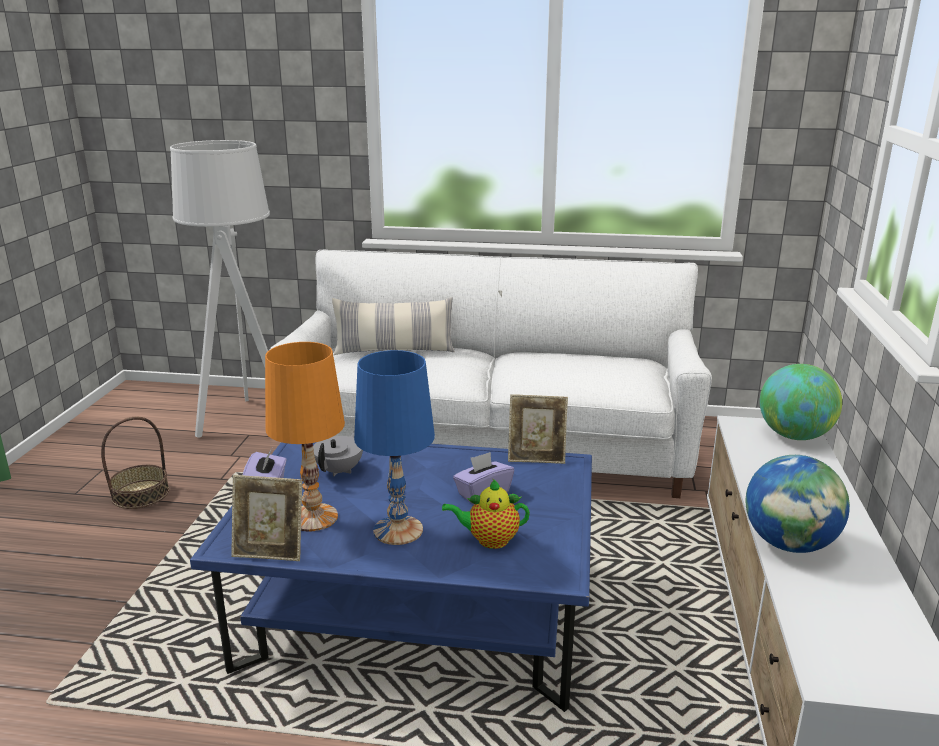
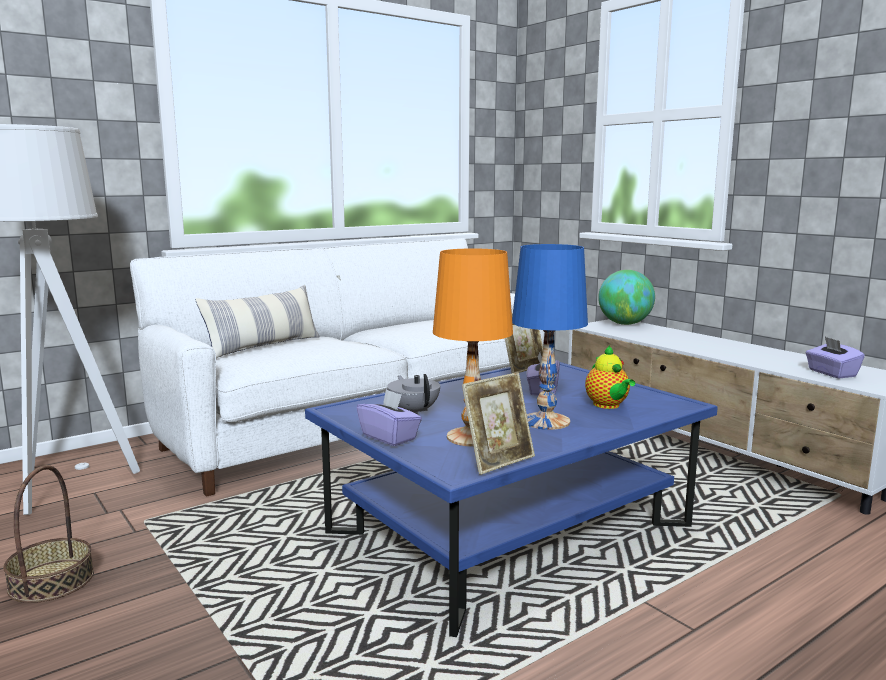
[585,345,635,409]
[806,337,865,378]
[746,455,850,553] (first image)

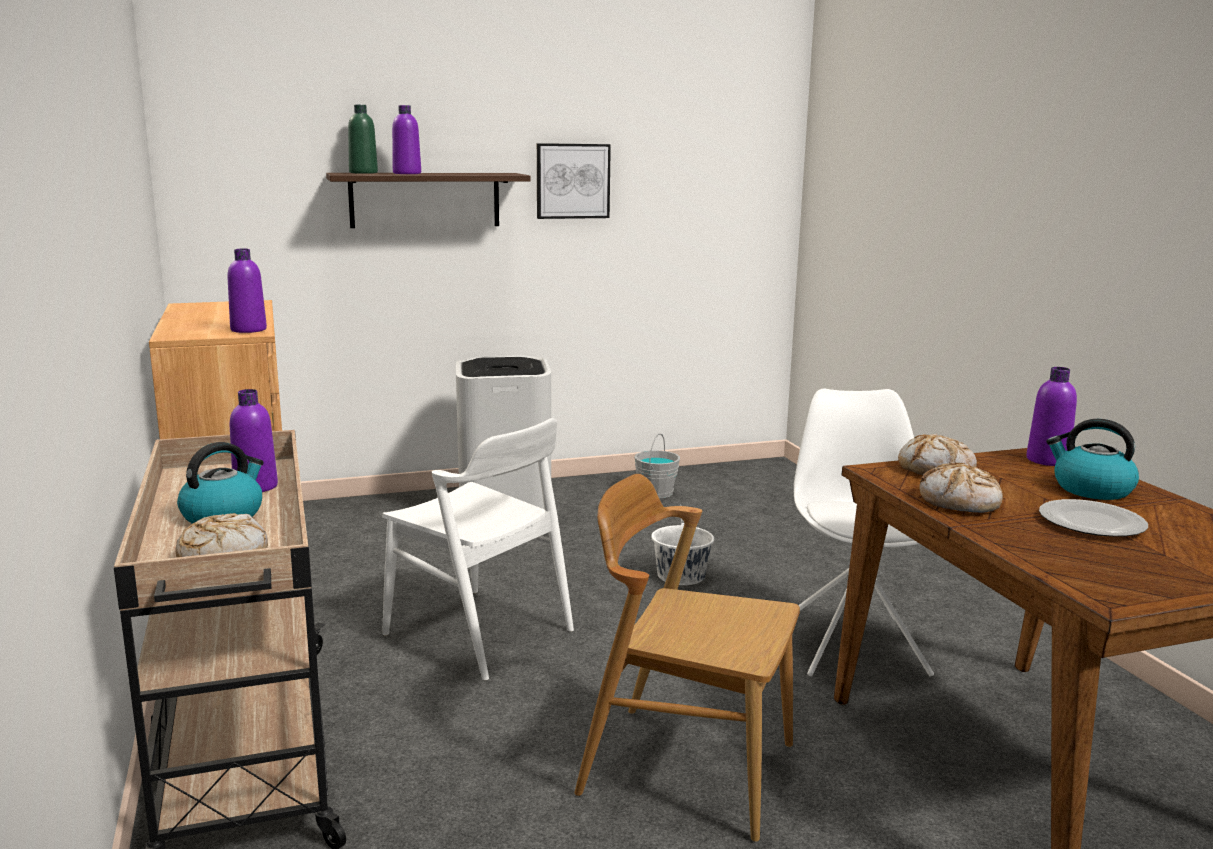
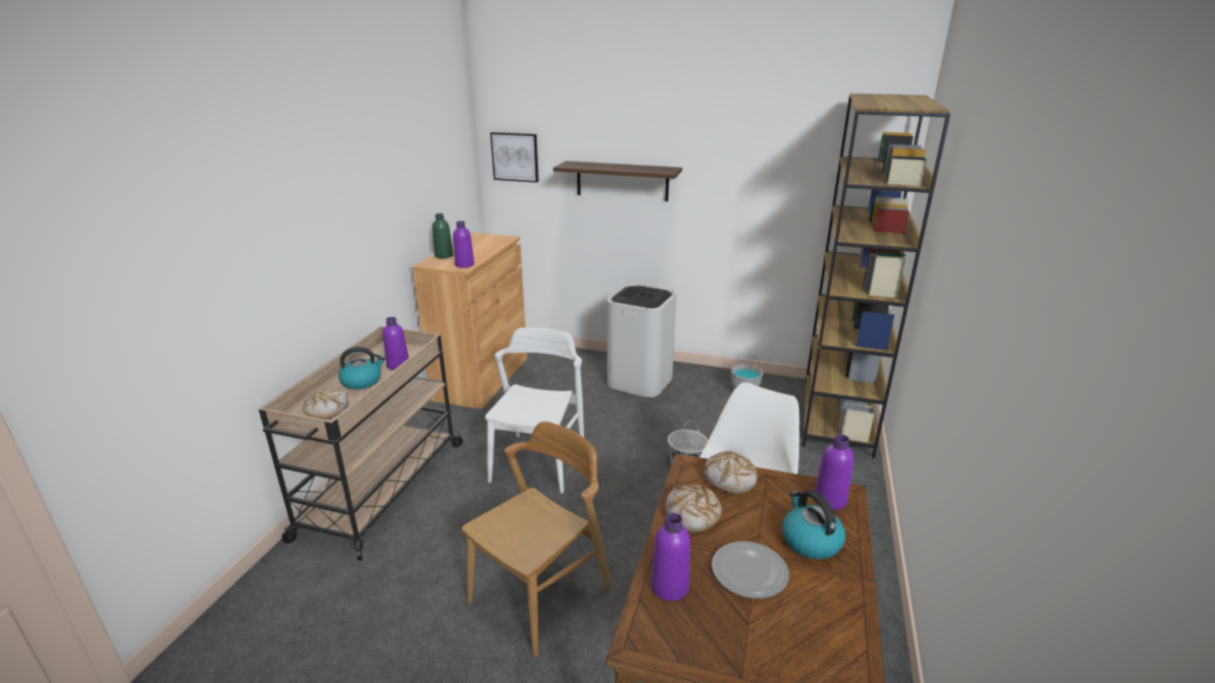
[432,213,453,259]
[462,421,611,657]
[485,327,584,494]
[490,132,539,183]
[651,513,691,601]
[802,93,951,458]

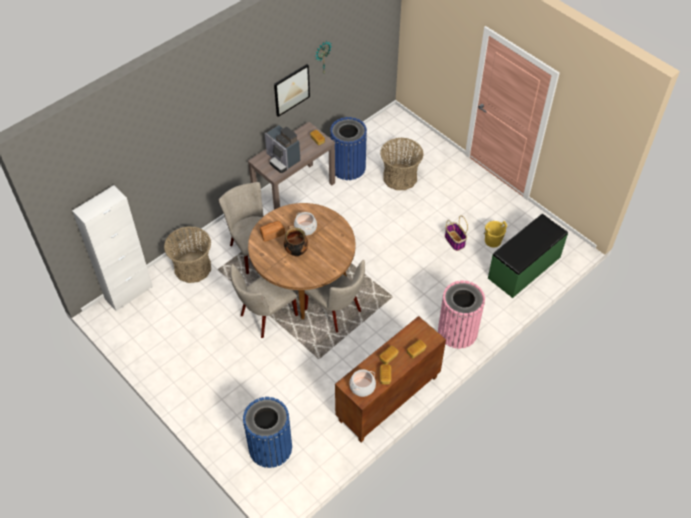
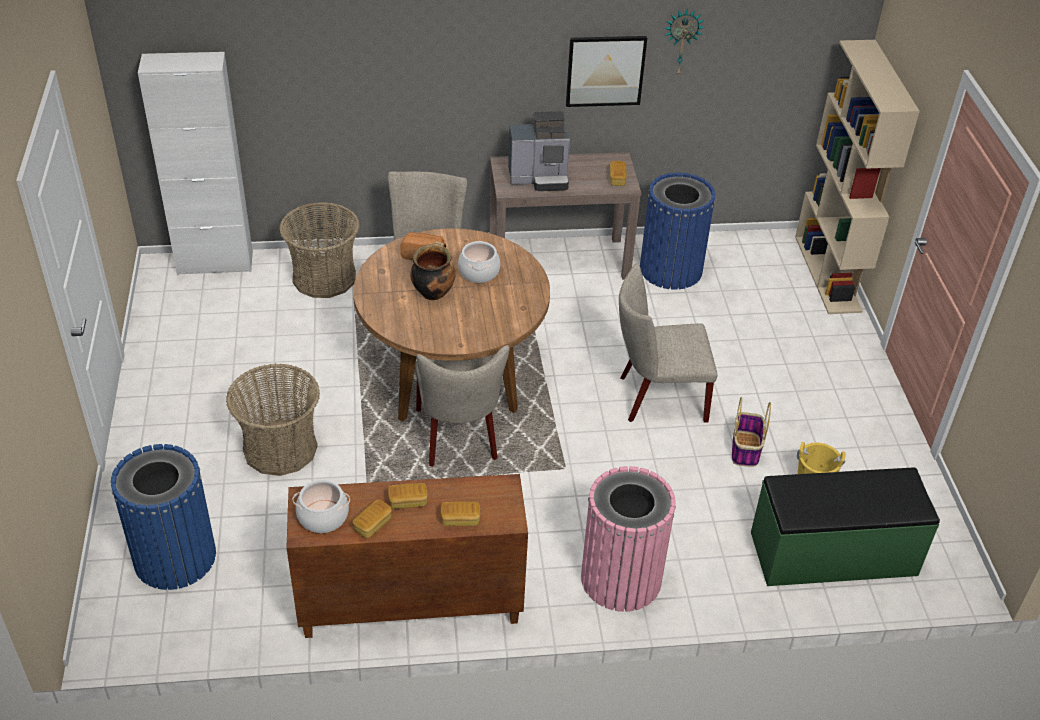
[226,363,320,476]
[508,111,570,191]
[619,263,718,423]
[795,40,920,314]

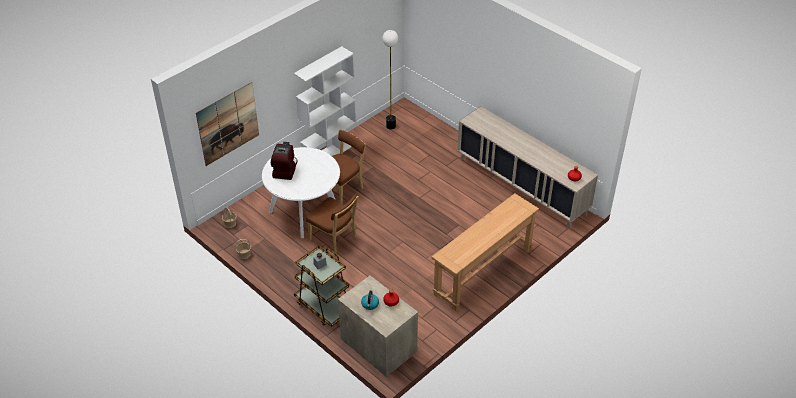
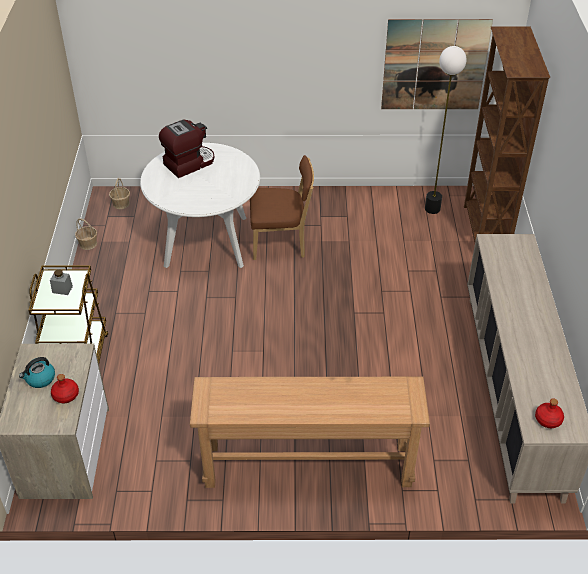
[381,19,493,109]
[464,27,550,242]
[294,46,357,156] (first image)
[306,193,359,255] (first image)

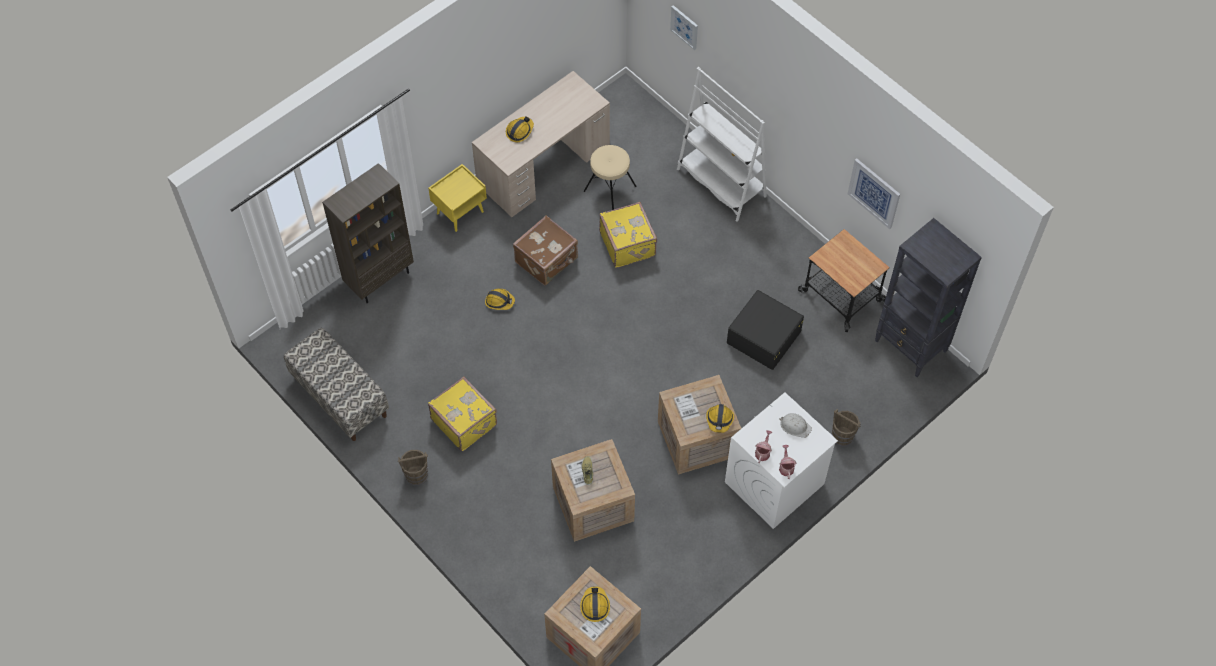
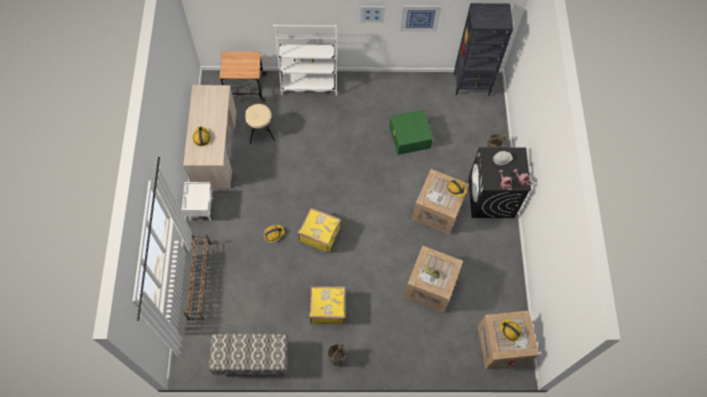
[182,182,213,221]
[184,235,211,321]
[219,52,267,102]
[298,207,341,253]
[360,6,385,23]
[389,110,433,155]
[468,147,531,218]
[513,215,578,286] (first image)

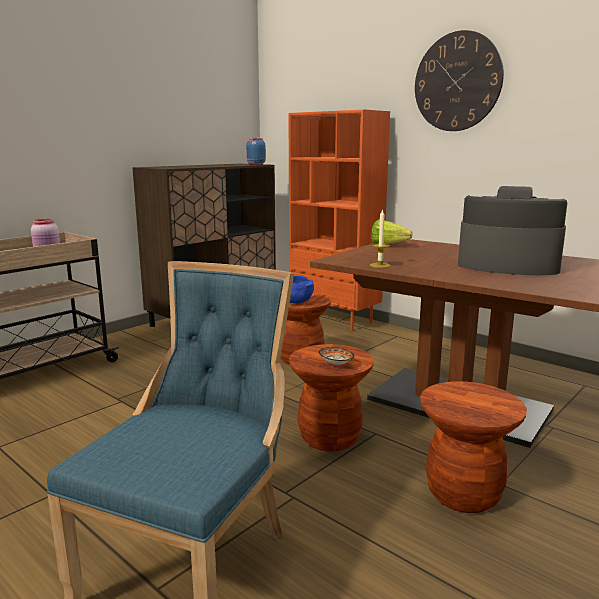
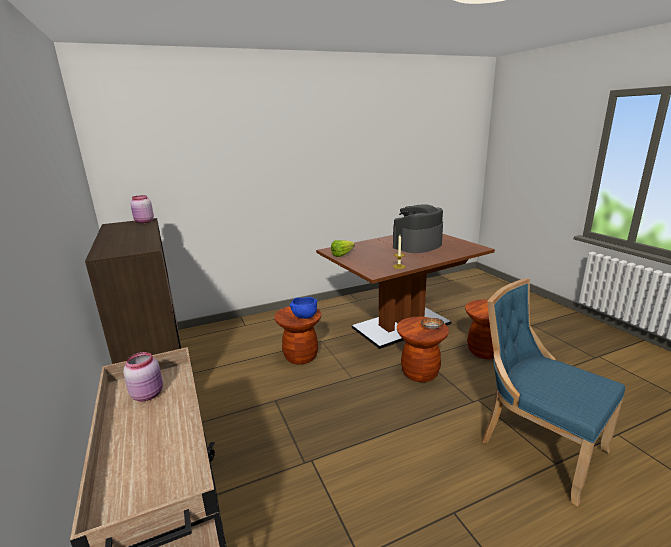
[130,195,154,223]
[288,109,390,331] (first image)
[415,30,504,131] (first image)

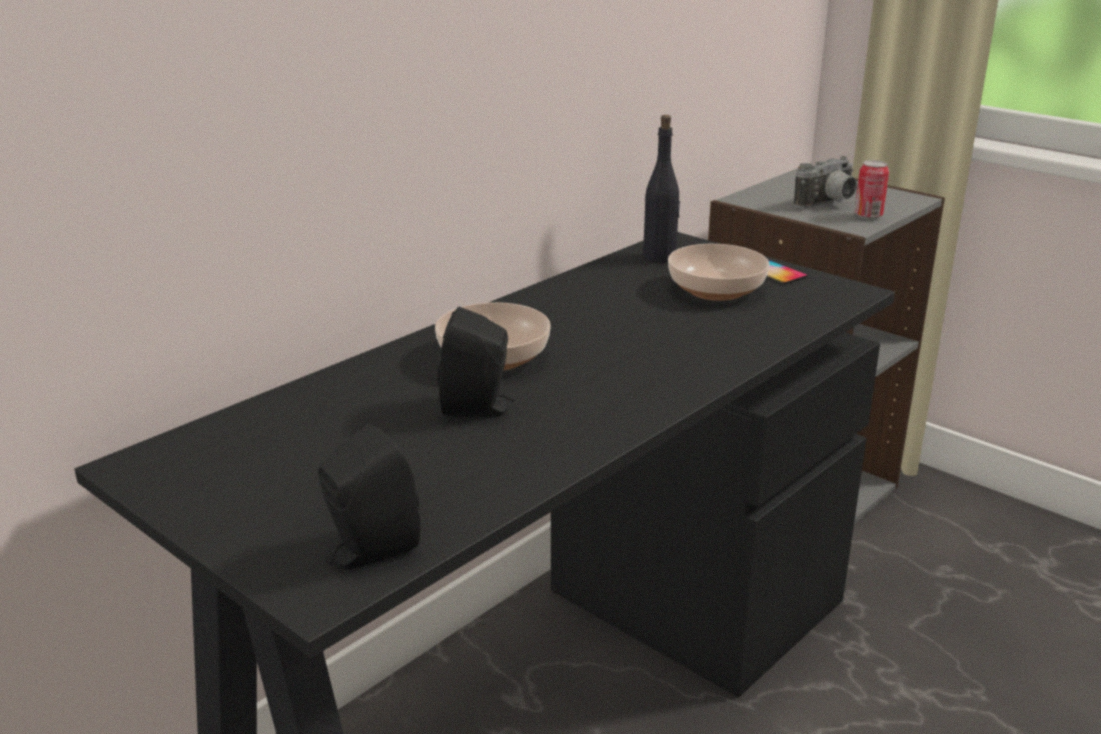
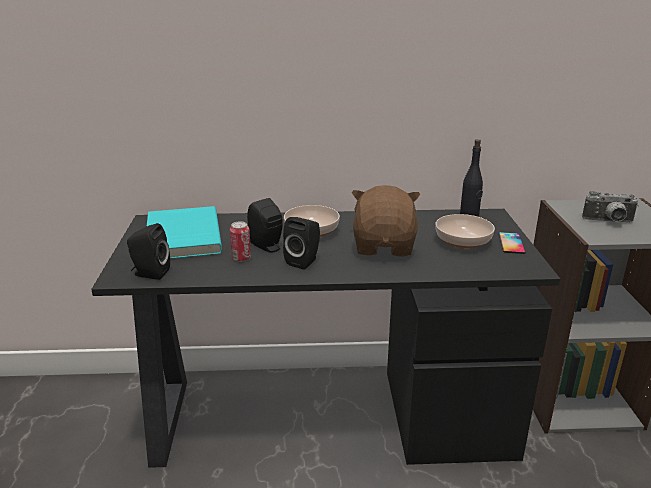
[147,206,222,259]
[230,221,251,262]
[283,217,320,269]
[352,185,420,256]

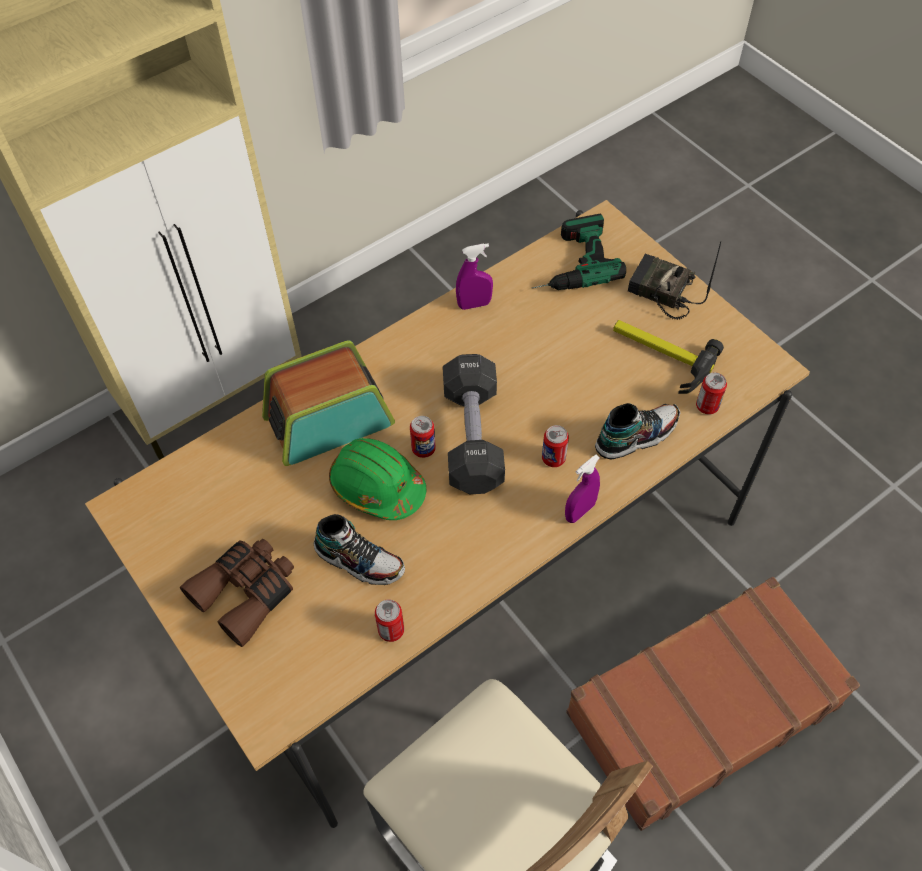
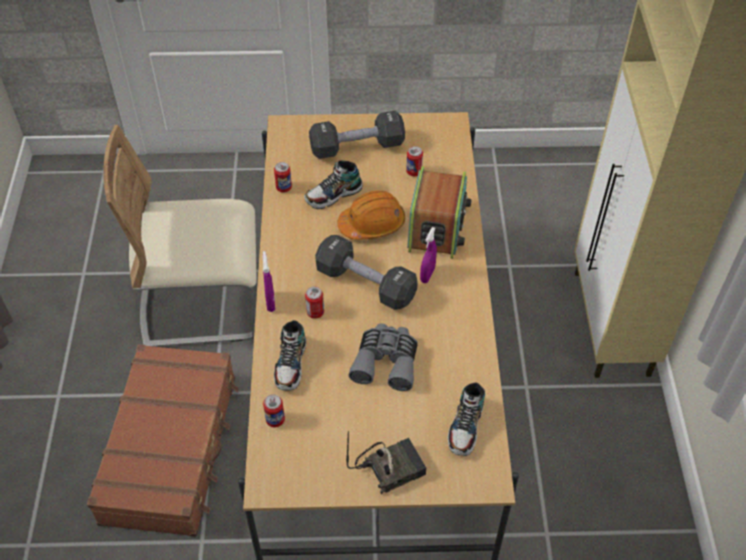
[309,111,405,159]
[337,190,405,240]
[349,323,418,391]
[406,146,423,176]
[420,227,437,283]
[448,382,485,456]
[613,320,724,394] (first image)

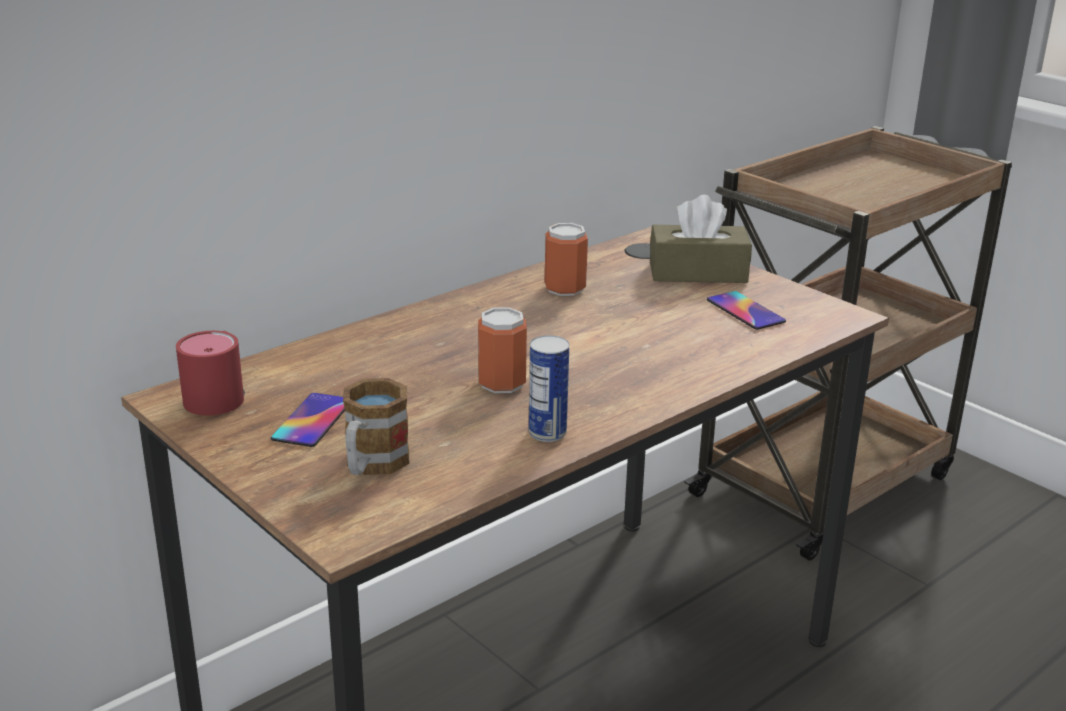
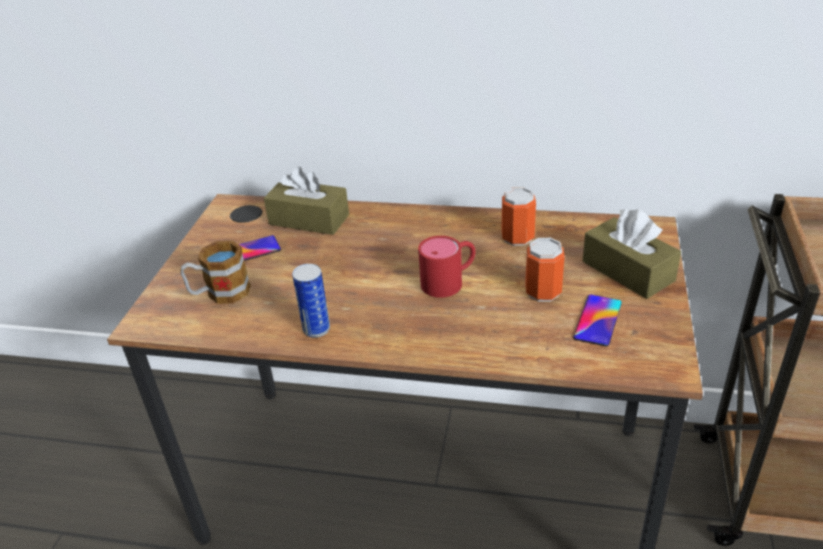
[264,166,349,235]
[418,236,476,298]
[525,238,565,302]

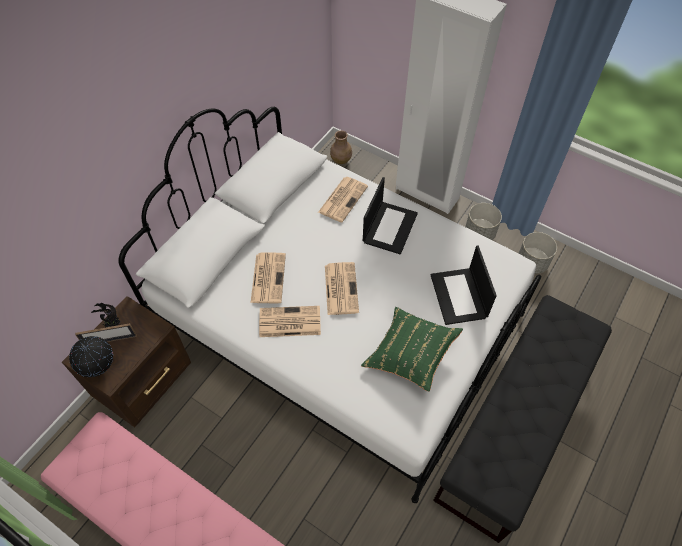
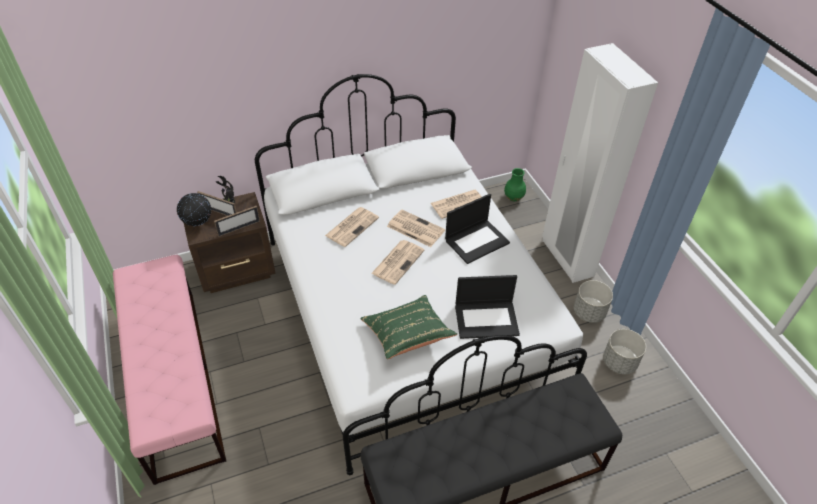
[214,206,260,237]
[387,210,445,247]
[455,275,520,339]
[504,168,526,201]

